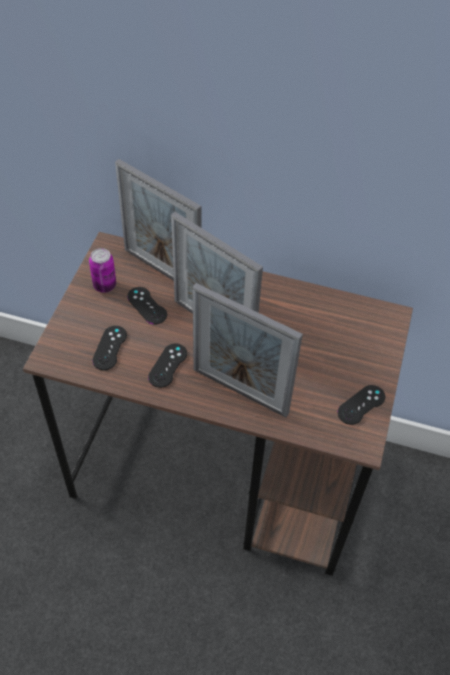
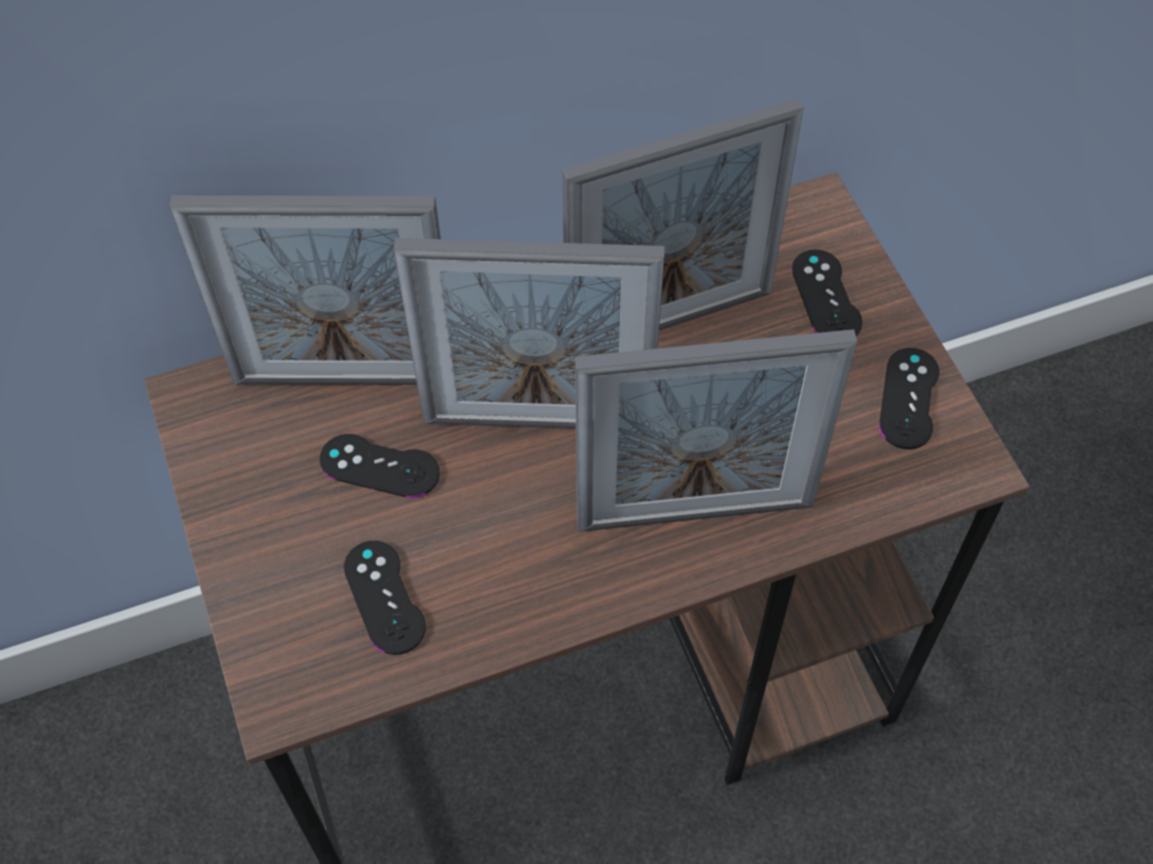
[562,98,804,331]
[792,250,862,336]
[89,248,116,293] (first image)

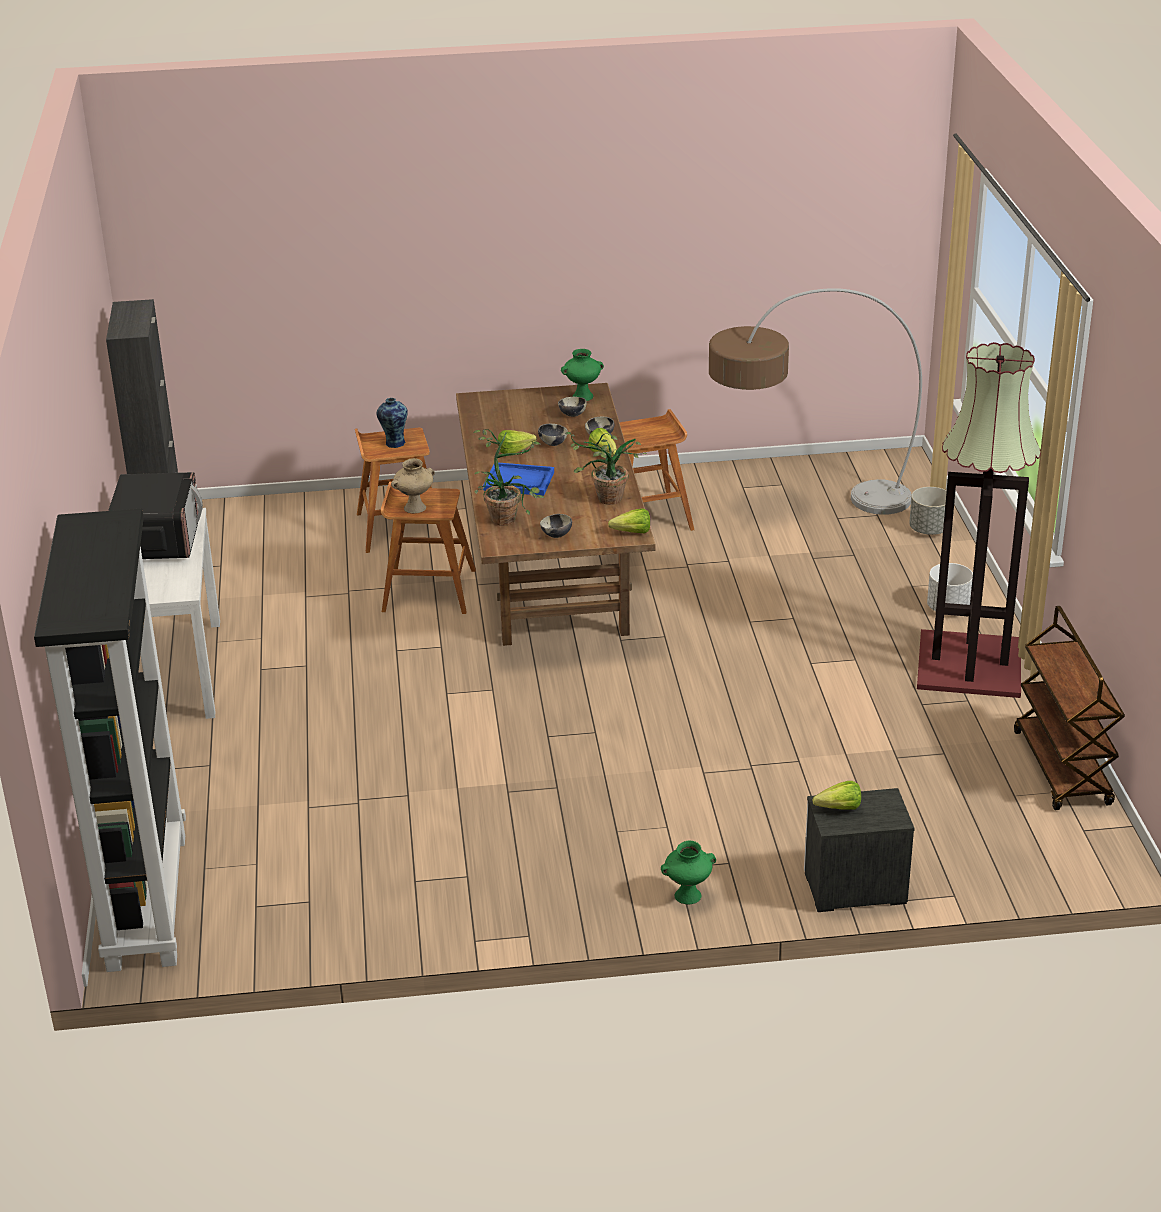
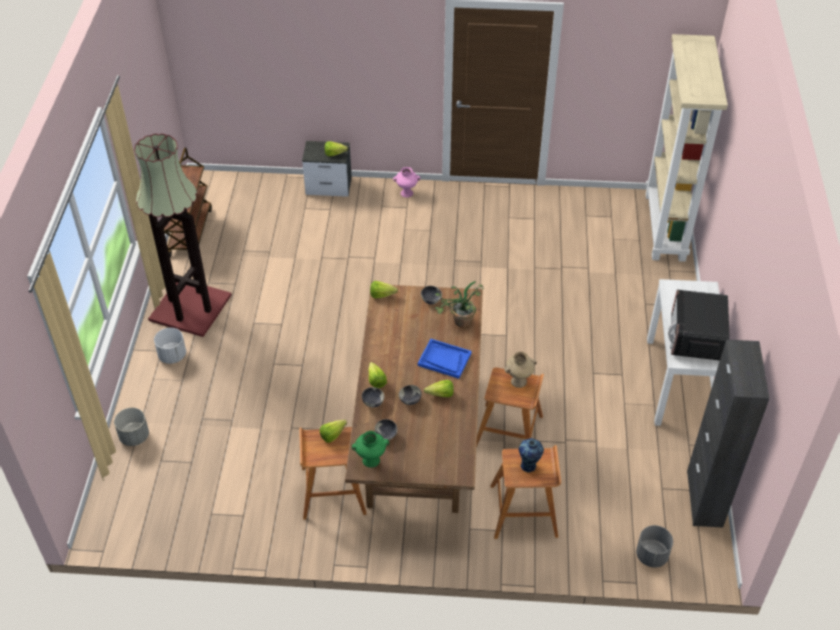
[320,420,347,443]
[393,167,420,197]
[636,525,673,568]
[646,34,728,262]
[565,432,647,505] (first image)
[709,288,922,515] (first image)

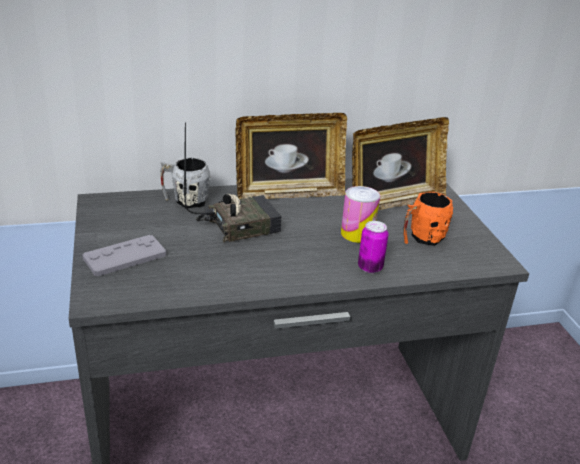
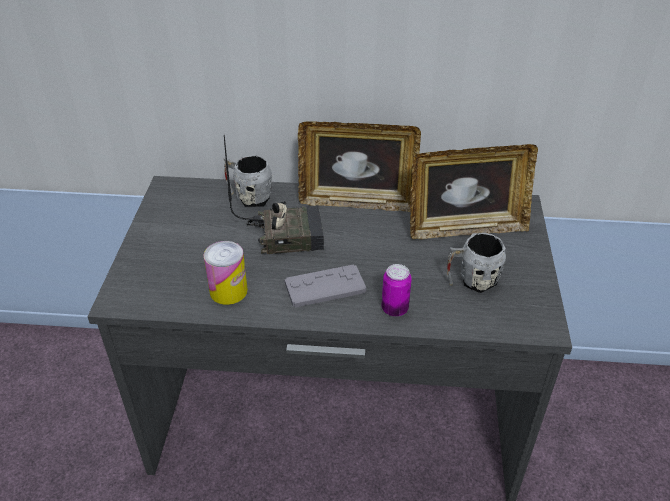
[204,241,248,305]
[285,264,366,308]
[447,233,506,293]

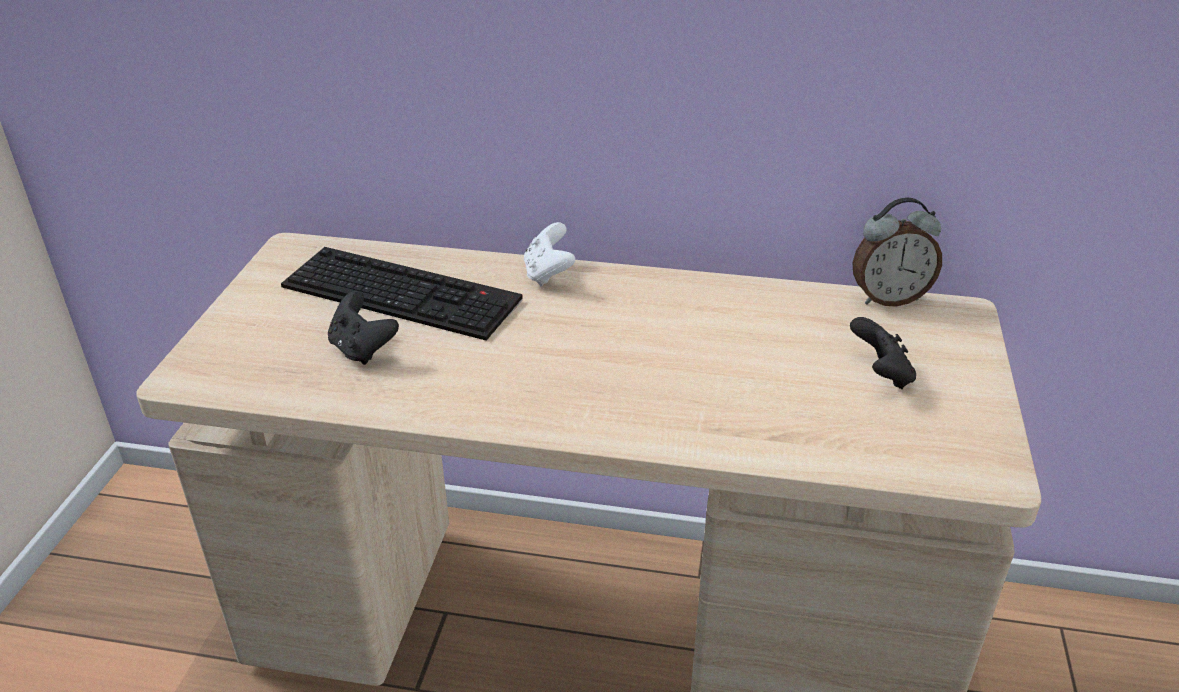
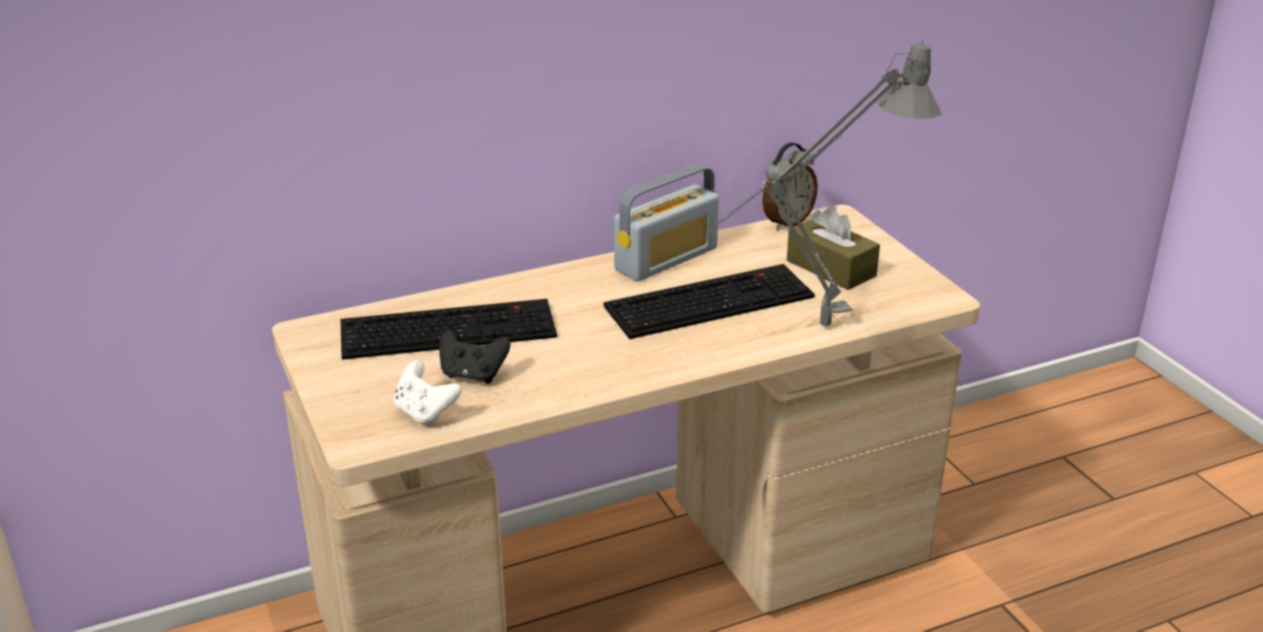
[394,360,462,426]
[604,264,815,339]
[614,164,719,281]
[707,40,942,326]
[787,205,880,290]

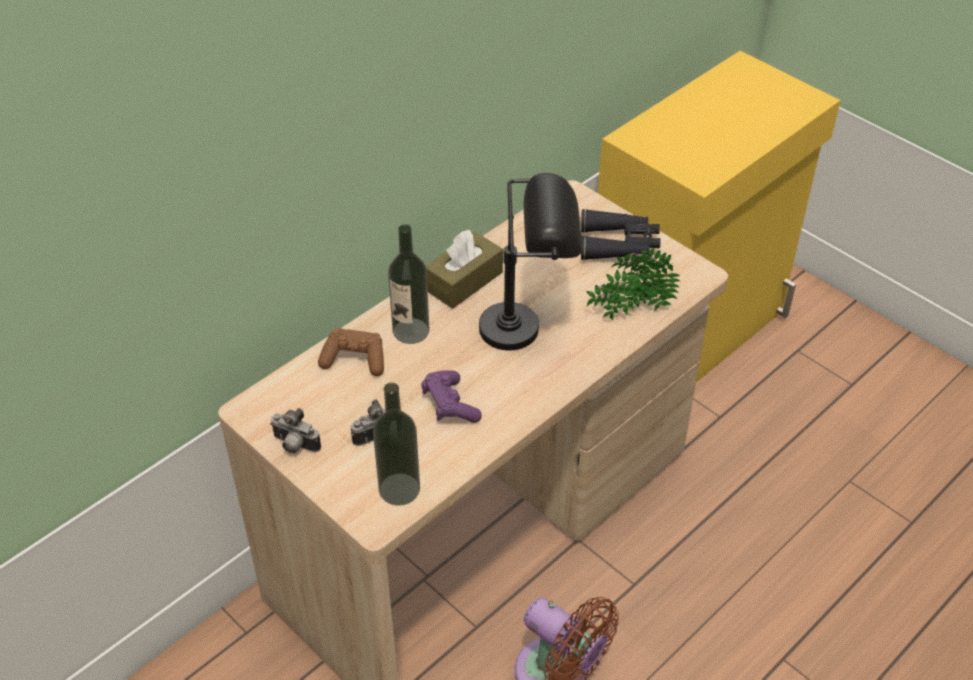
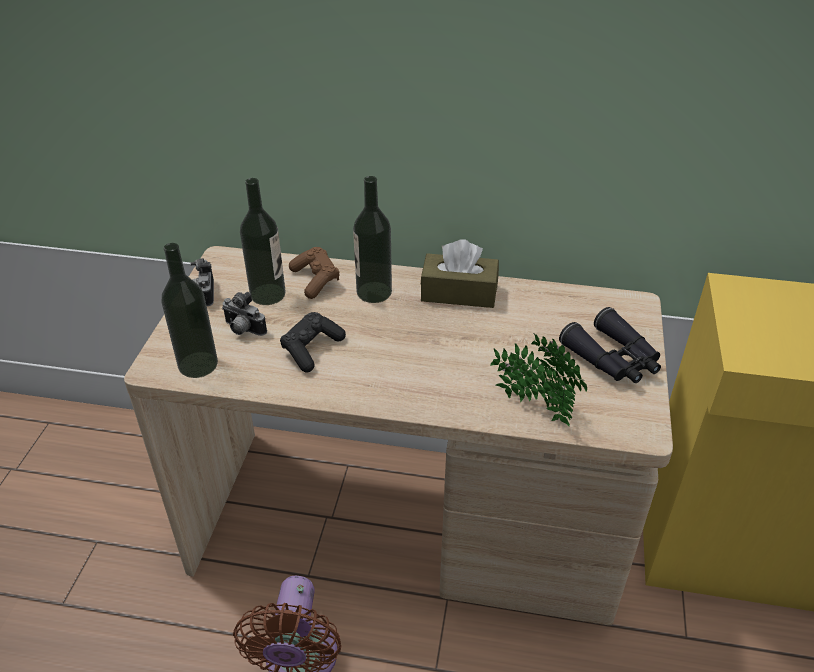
[240,178,286,305]
[280,312,346,372]
[479,173,582,351] (first image)

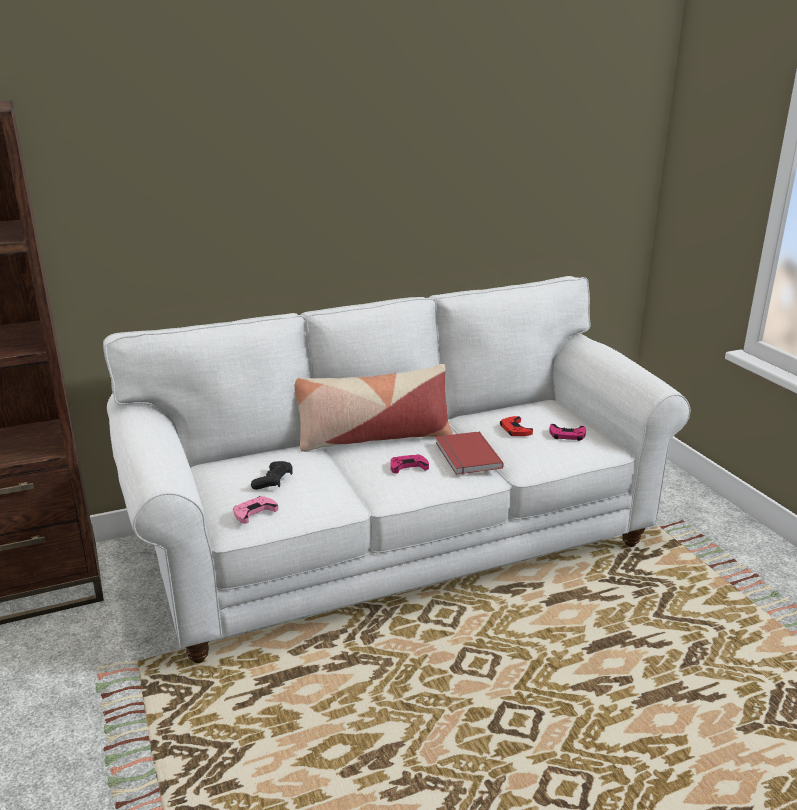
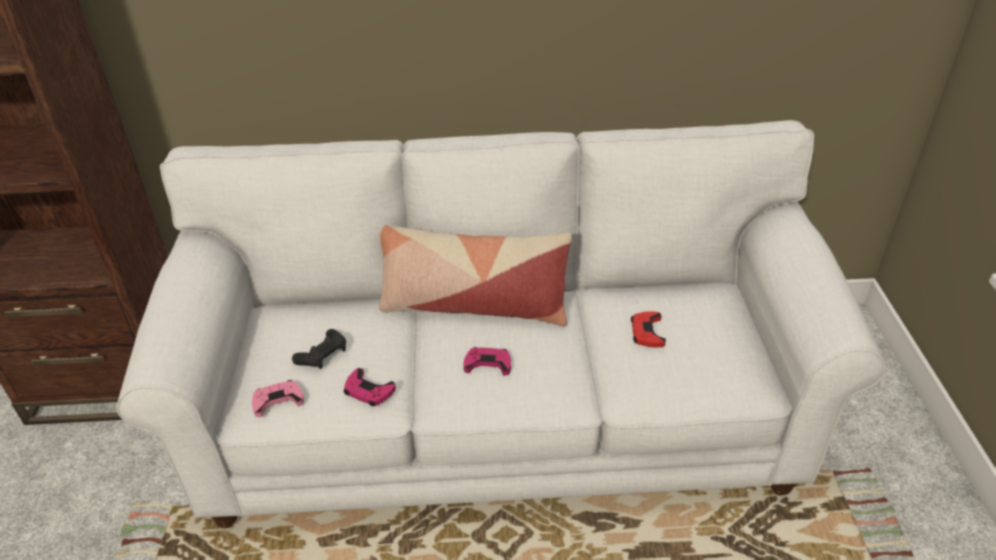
[343,368,396,406]
[436,431,504,475] (first image)

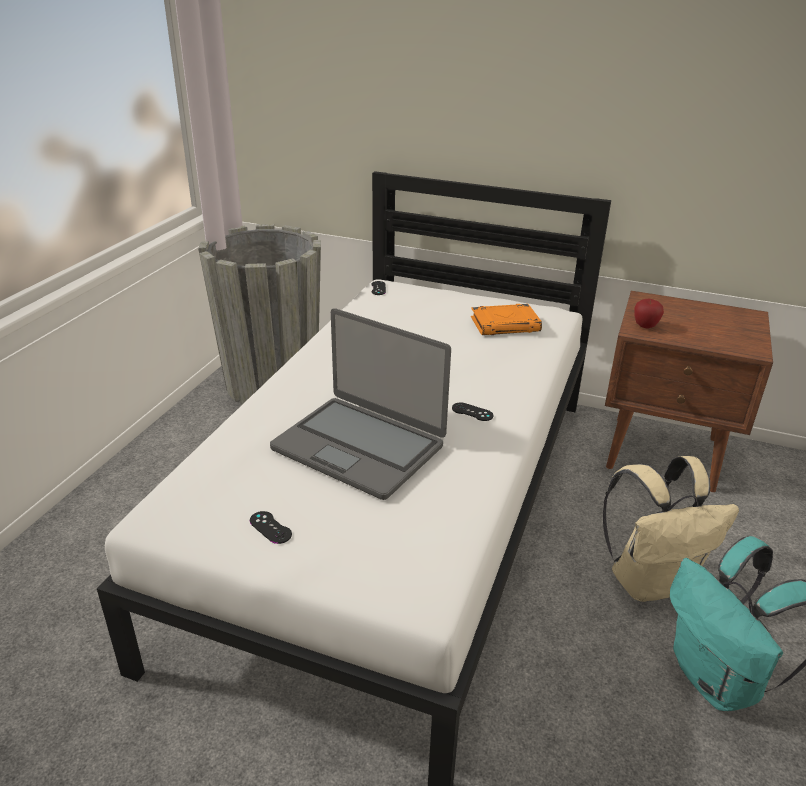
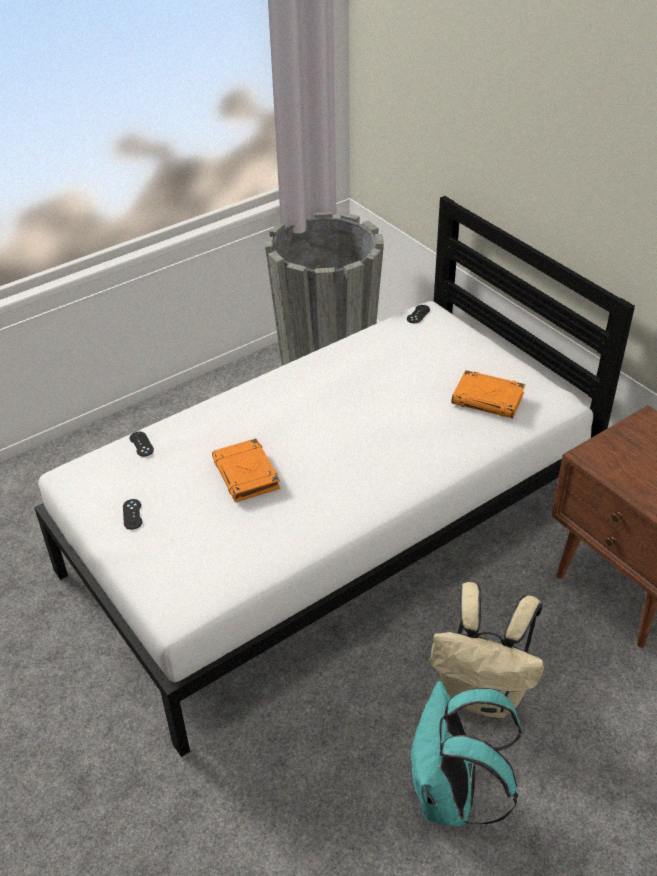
[130,432,154,457]
[212,438,281,502]
[634,299,664,328] (first image)

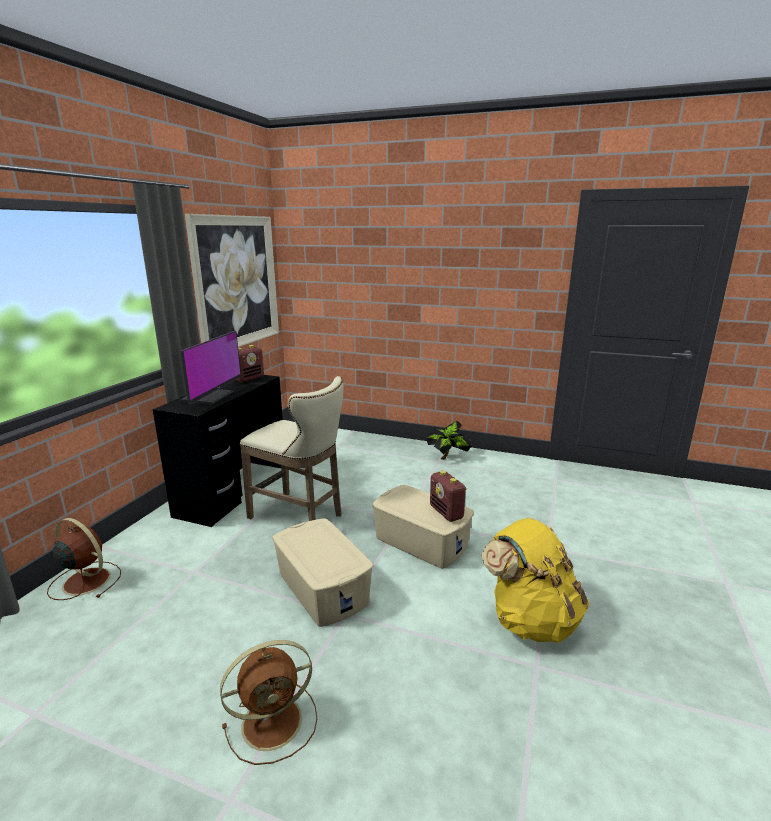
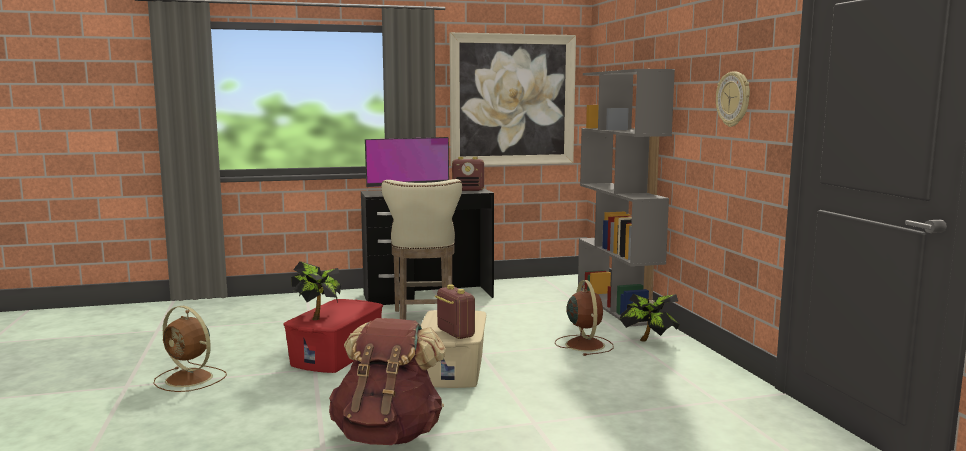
[283,299,383,373]
[291,261,341,320]
[329,318,446,445]
[435,284,475,339]
[555,280,614,356]
[578,69,675,327]
[716,71,750,127]

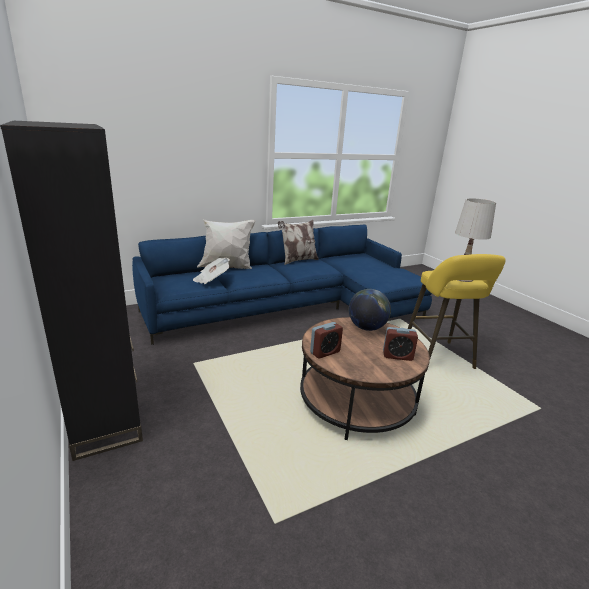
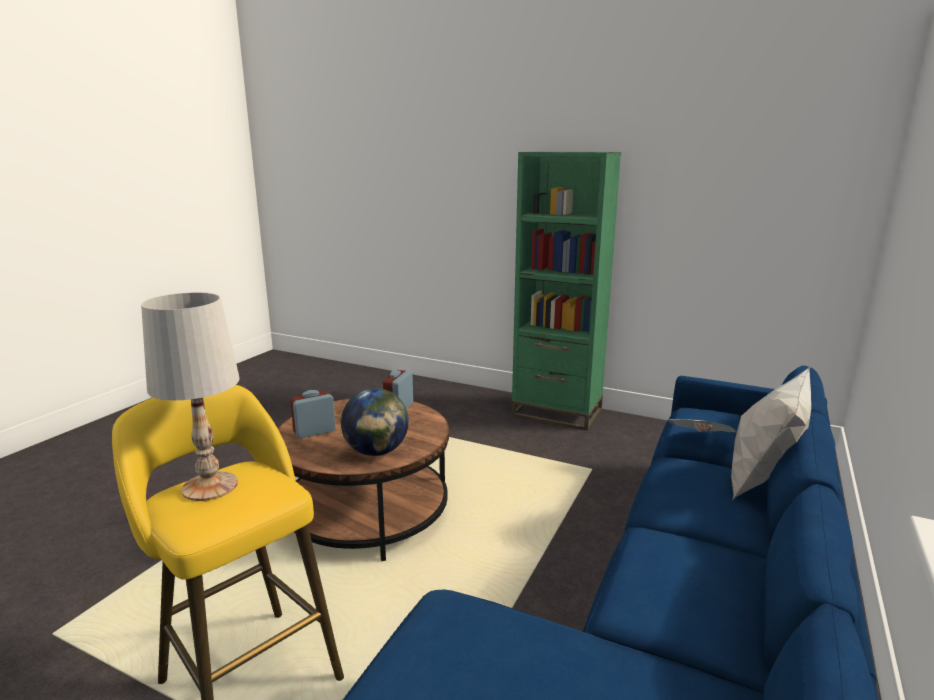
[511,152,621,431]
[278,220,319,265] (first image)

